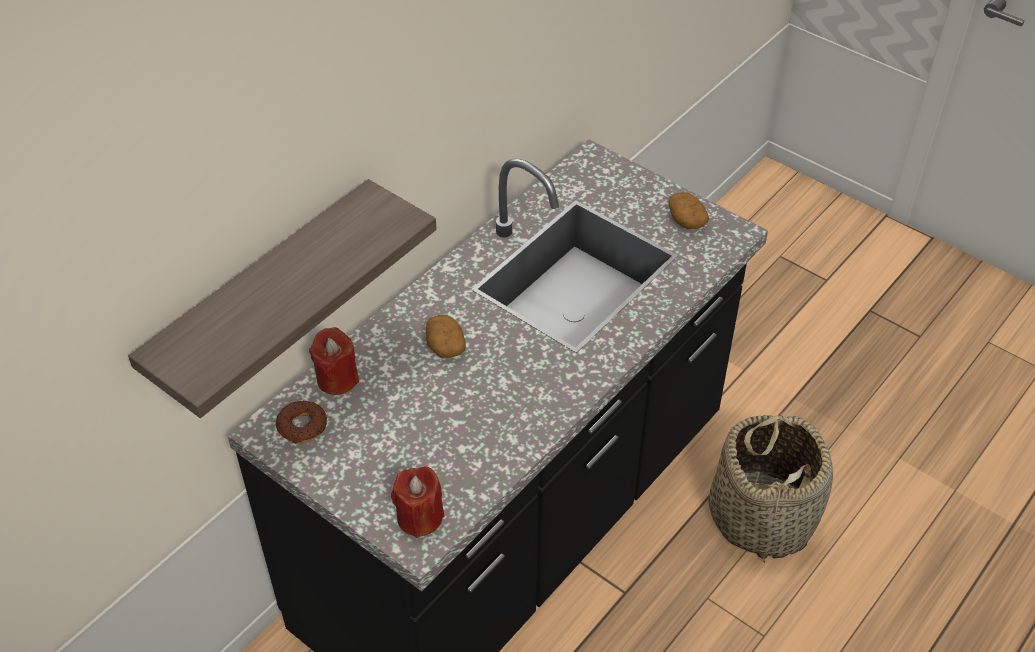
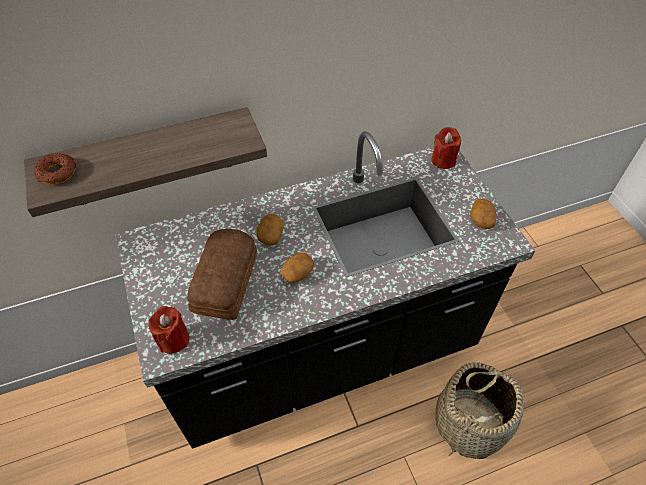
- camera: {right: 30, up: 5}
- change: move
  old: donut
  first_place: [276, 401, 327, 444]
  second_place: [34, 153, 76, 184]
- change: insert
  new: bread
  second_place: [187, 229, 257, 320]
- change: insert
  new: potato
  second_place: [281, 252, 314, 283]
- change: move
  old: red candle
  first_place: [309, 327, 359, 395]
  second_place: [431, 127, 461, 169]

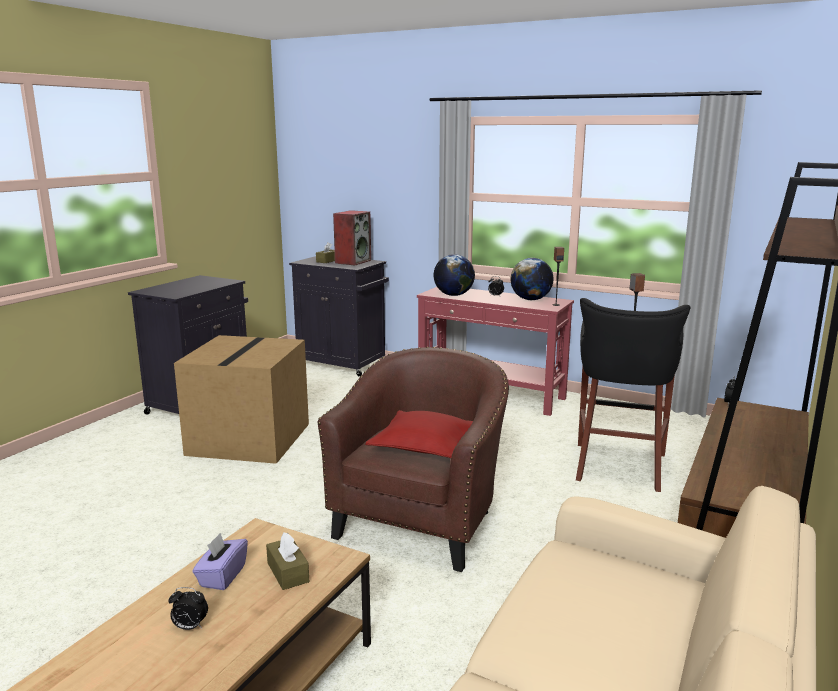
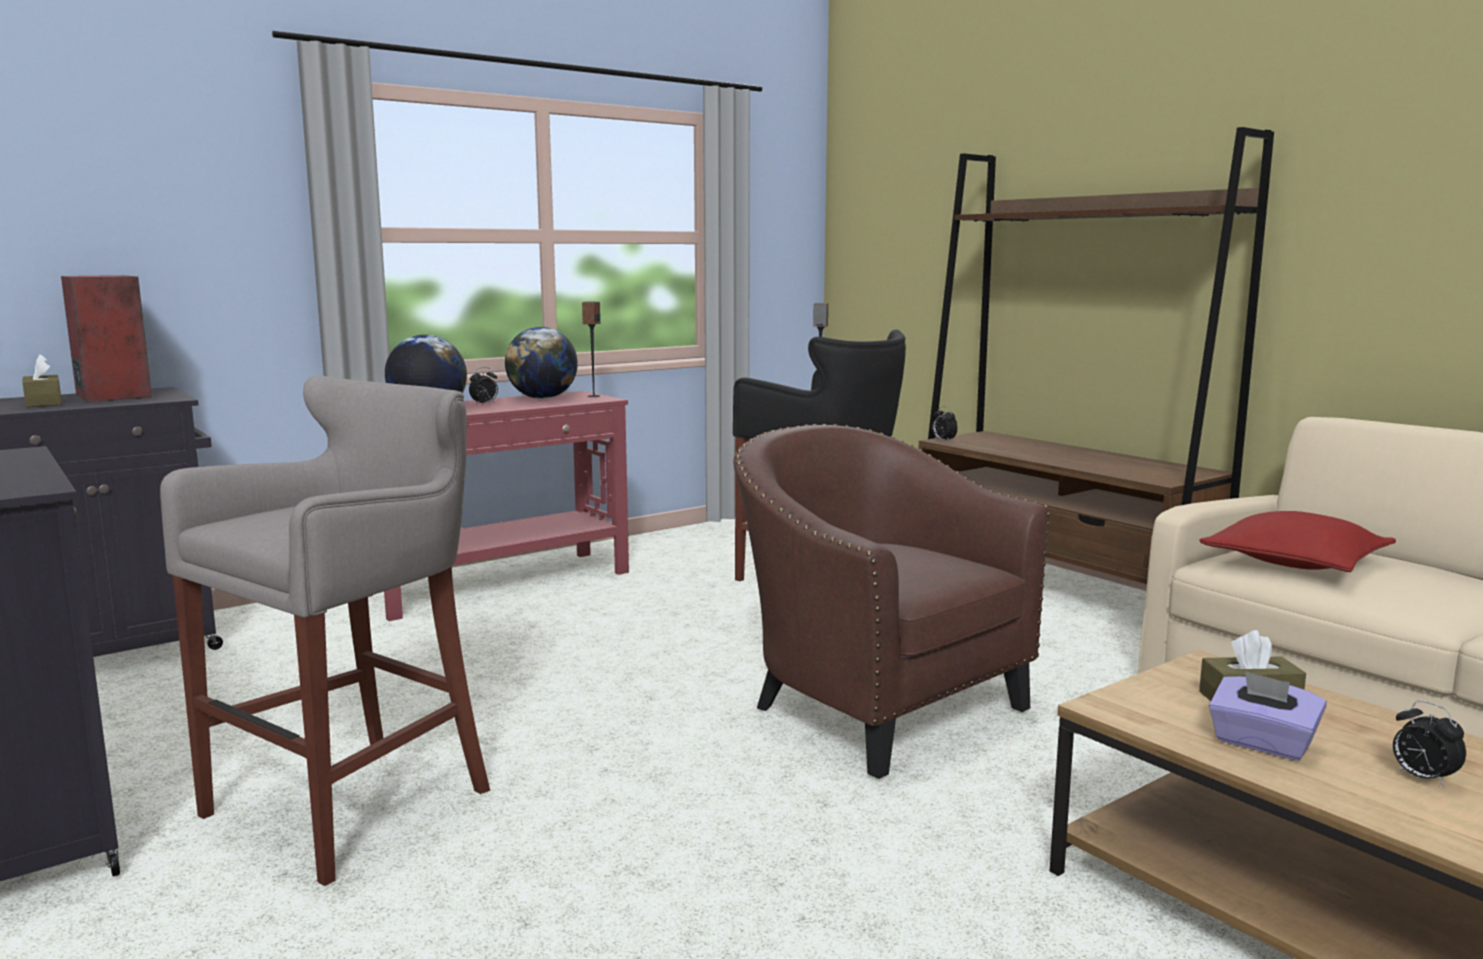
- camera: {right: -65, up: -5}
- change: replace
  old: cardboard box
  new: grey stool
  first_place: [174, 335, 309, 464]
  second_place: [160, 376, 490, 886]
- change: move
  old: red pillow
  first_place: [365, 410, 473, 458]
  second_place: [1199, 511, 1396, 572]
- change: rotate
  old: alarm clock
  first_place: [168, 587, 208, 630]
  second_place: [1393, 701, 1466, 788]
  degrees: 120

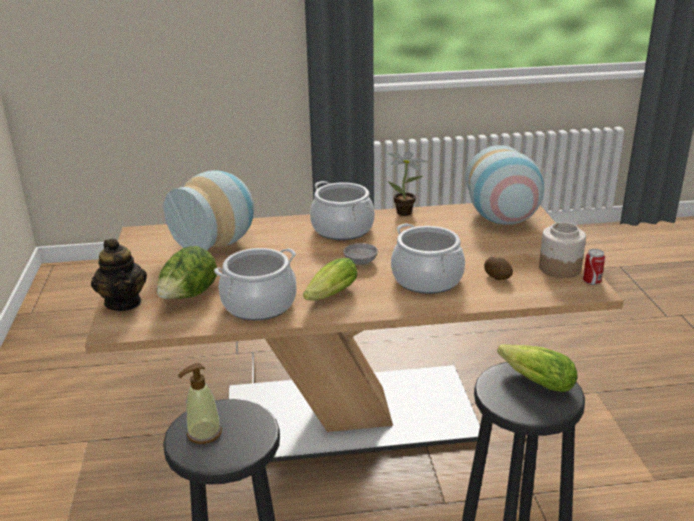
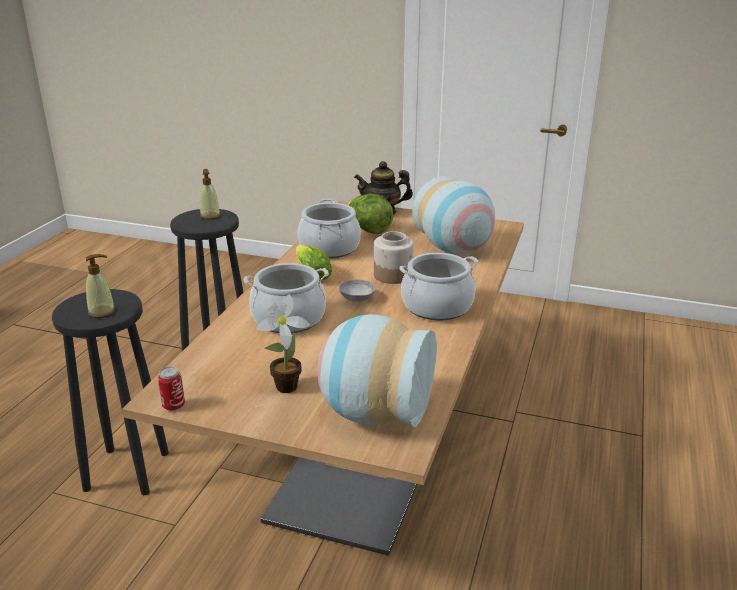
- camera: {right: 115, up: 0}
- change: replace
  old: lettuce
  new: soap dispenser
  first_place: [497, 344, 577, 392]
  second_place: [86, 254, 116, 318]
- change: move
  old: potted plant
  first_place: [388, 152, 427, 216]
  second_place: [256, 294, 310, 393]
- change: move
  old: jar
  first_place: [539, 222, 586, 278]
  second_place: [374, 231, 414, 284]
- change: delete
  old: potato
  first_place: [484, 257, 513, 280]

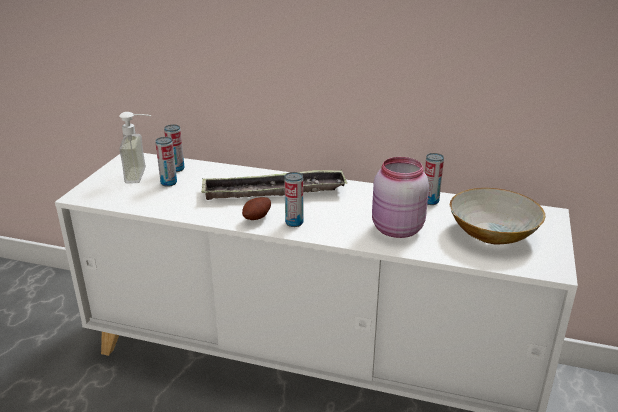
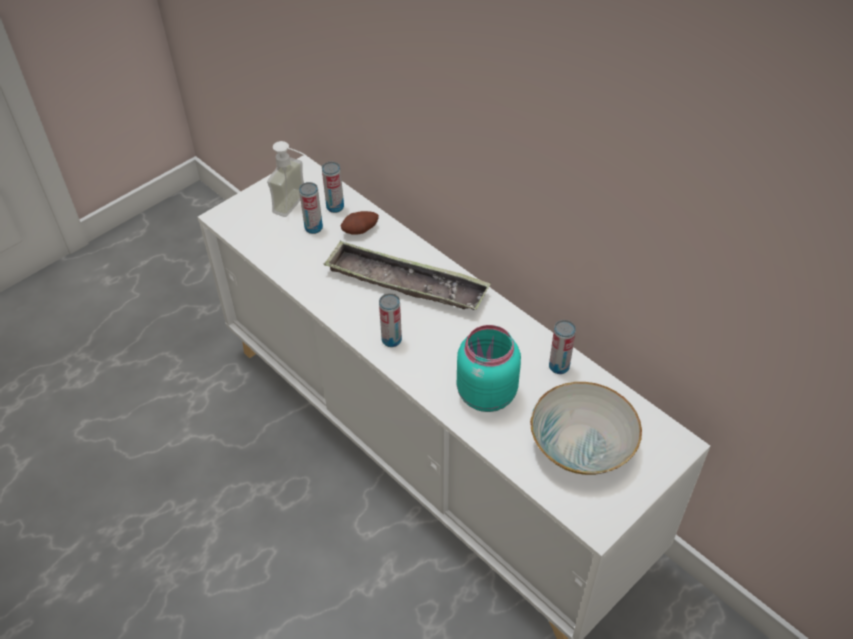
- camera: {right: 30, up: 20}
- change: move
  old: potato
  first_place: [242, 197, 271, 220]
  second_place: [341, 211, 379, 235]
- change: recolor
  old: pink jar
  new: turquoise jar
  first_place: [372, 157, 429, 238]
  second_place: [457, 325, 521, 412]

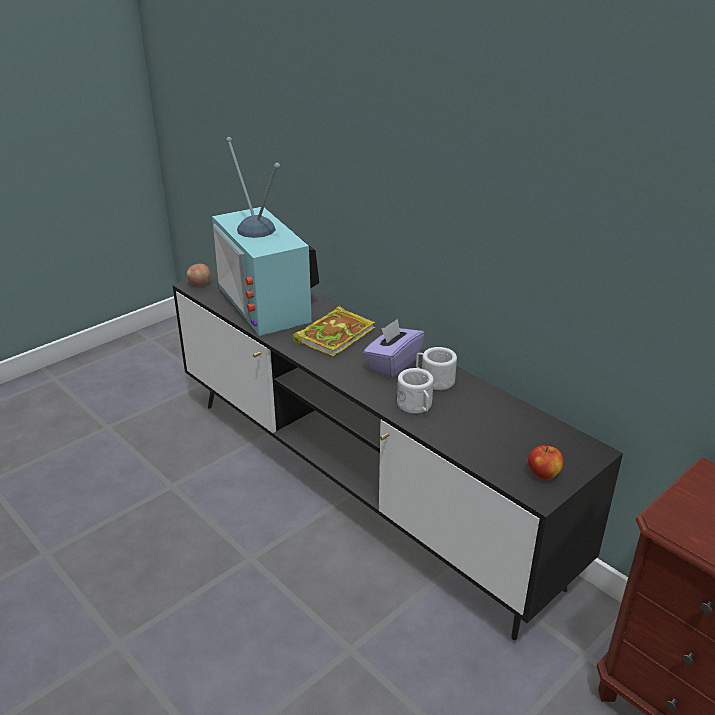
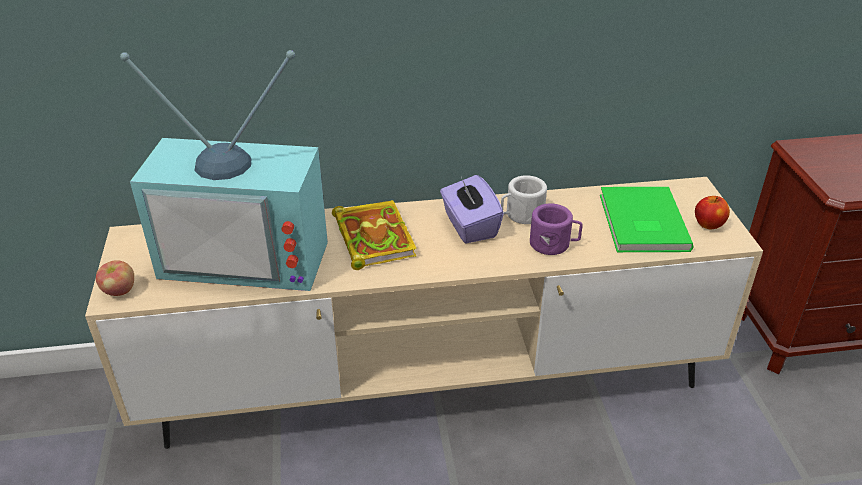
- camera: {right: -55, up: 5}
- change: recolor
  old: black tv stand
  new: beige tv stand
  first_place: [172, 269, 623, 640]
  second_place: [85, 177, 763, 449]
- change: recolor
  old: white mug
  new: purple mug
  first_place: [397, 368, 434, 413]
  second_place: [530, 203, 583, 255]
- change: insert
  new: green book
  second_place: [600, 187, 693, 252]

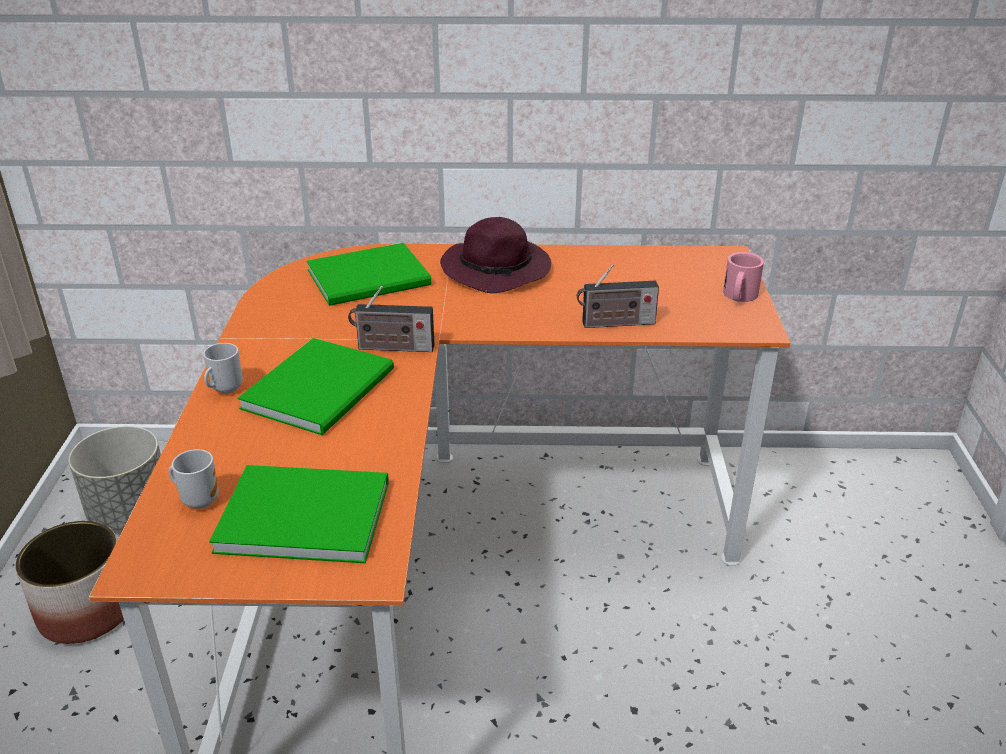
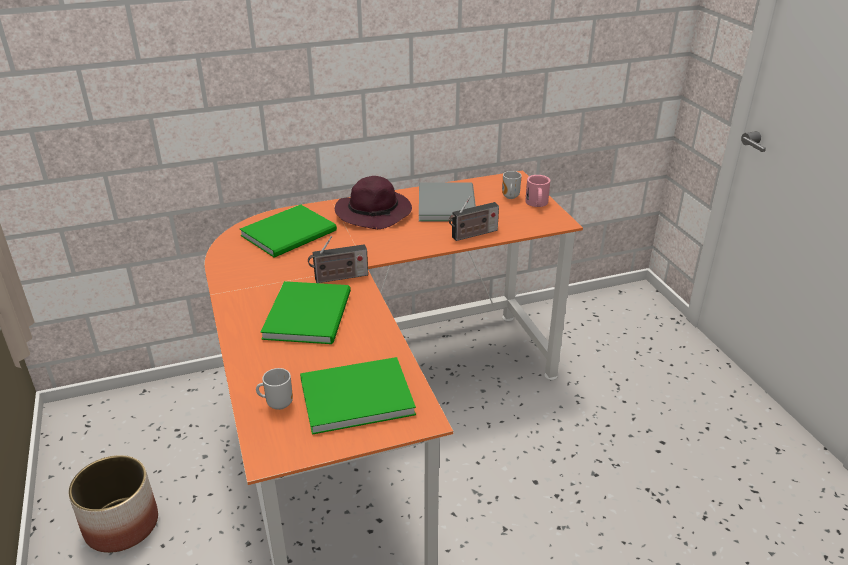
- camera: {right: -20, up: 0}
- change: insert
  new: grey book
  second_place: [419, 182, 476, 222]
- change: move
  old: mug
  first_place: [203, 343, 243, 394]
  second_place: [502, 171, 522, 199]
- change: delete
  old: grey planter
  first_place: [69, 426, 161, 530]

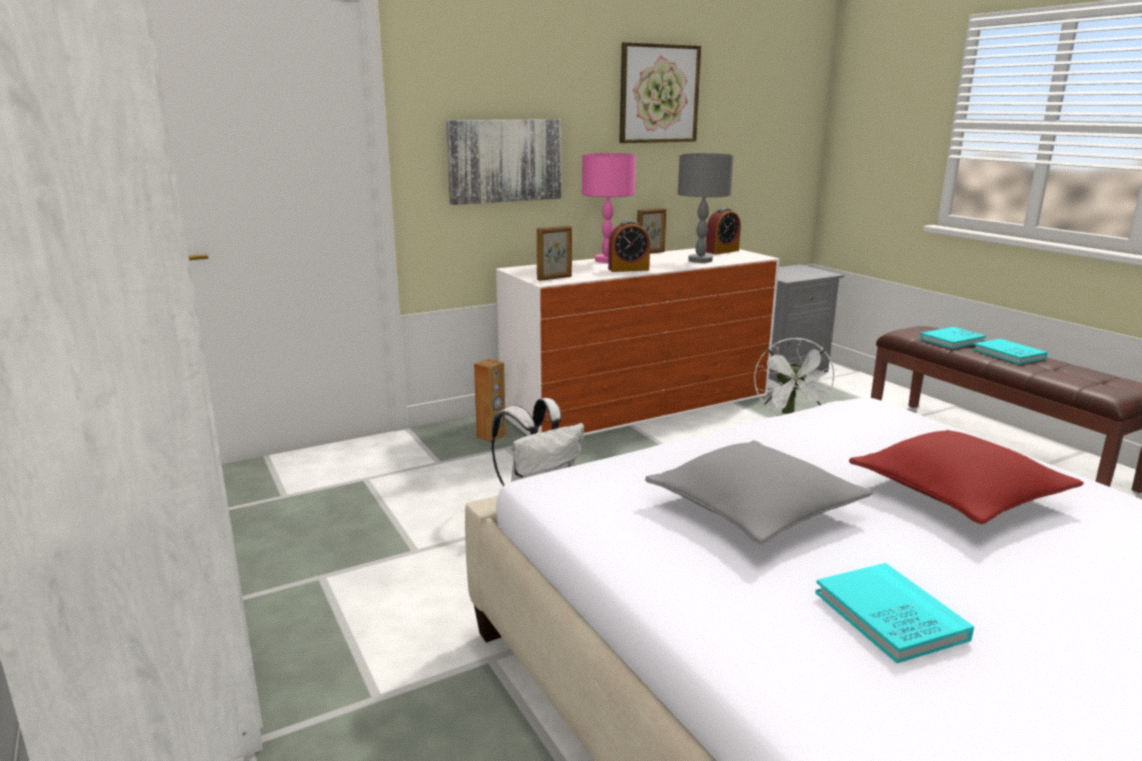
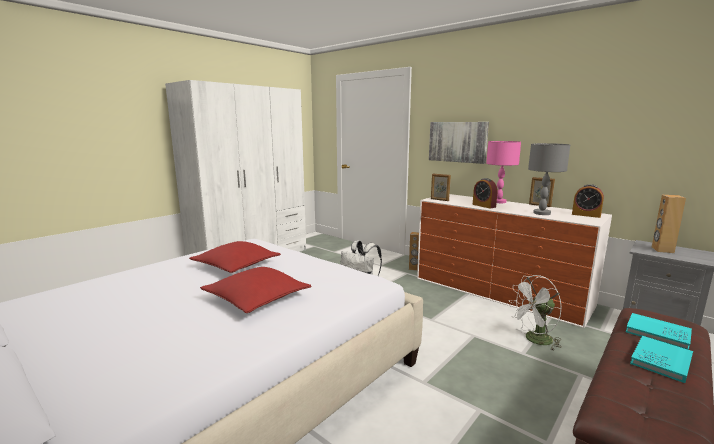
- camera: {right: 70, up: -5}
- change: recolor
  old: grey pillow
  new: red pillow
  first_place: [645, 440, 873, 544]
  second_place: [190, 241, 281, 273]
- change: insert
  new: brown speaker
  second_place: [652, 195, 686, 253]
- change: delete
  old: picture
  first_place: [619, 42, 701, 143]
- change: delete
  old: turquoise book
  first_place: [815, 563, 974, 663]

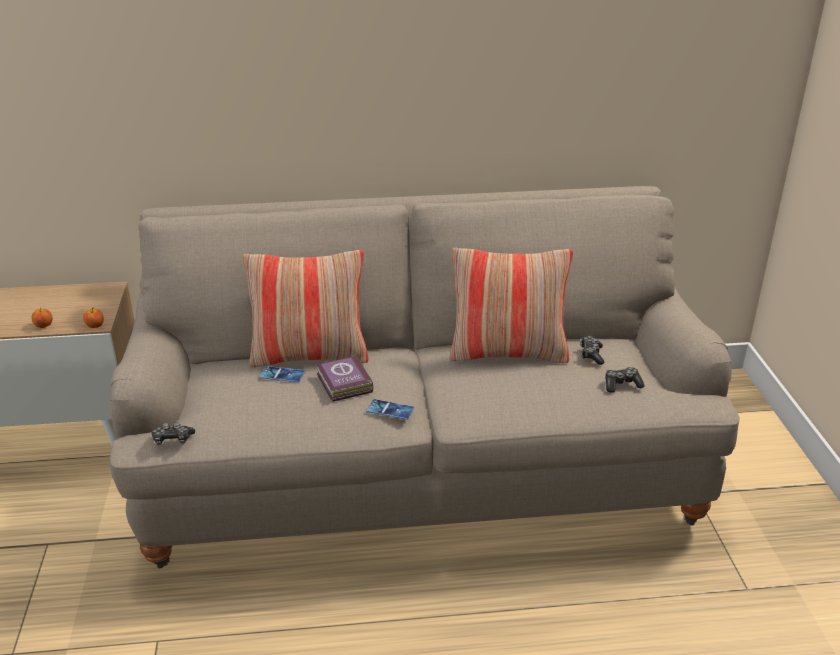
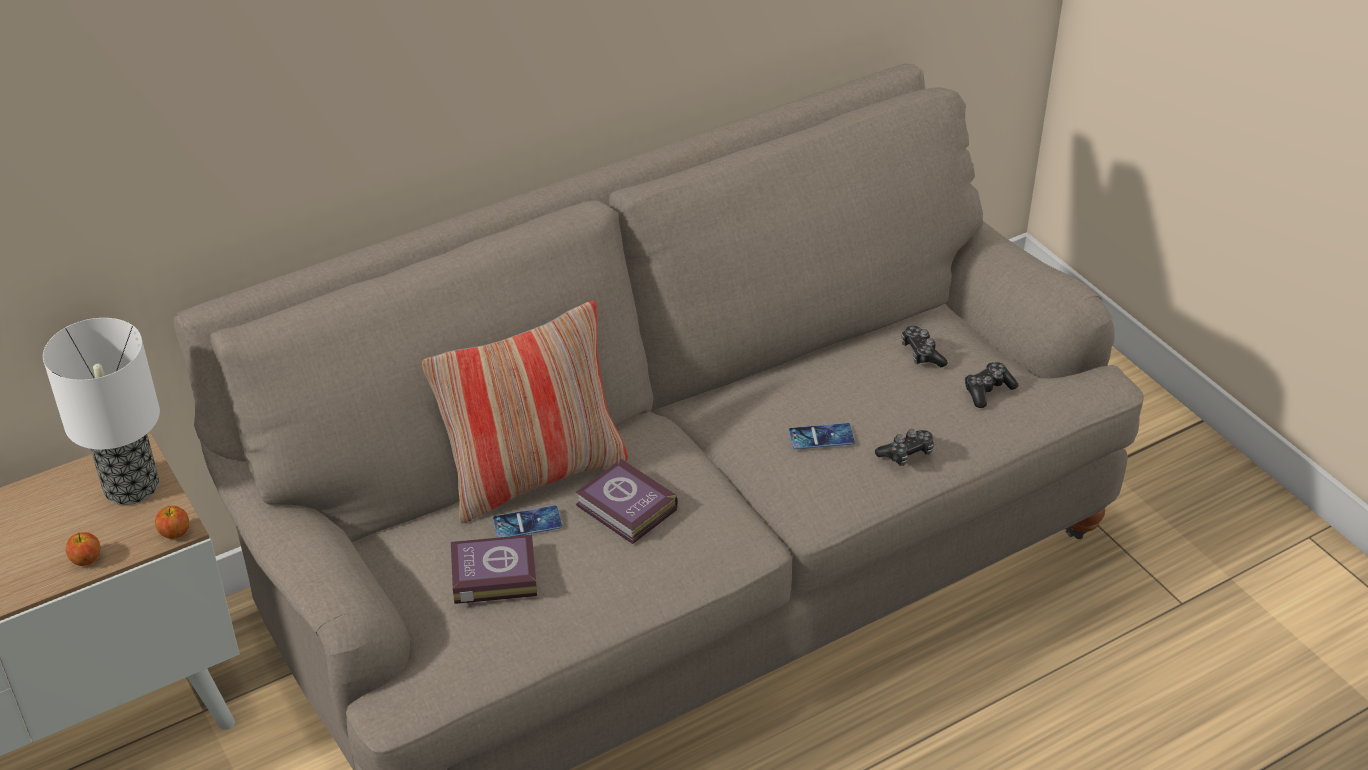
- camera: {right: -25, up: 10}
- change: insert
  new: table lamp
  second_place: [43, 318, 160, 505]
- change: insert
  new: book
  second_place: [451, 535, 537, 604]
- change: move
  old: phone
  first_place: [367, 399, 414, 419]
  second_place: [789, 423, 855, 449]
- change: move
  old: game controller
  first_place: [152, 422, 195, 445]
  second_place: [875, 429, 934, 466]
- change: delete
  old: pillow
  first_place: [449, 248, 573, 363]

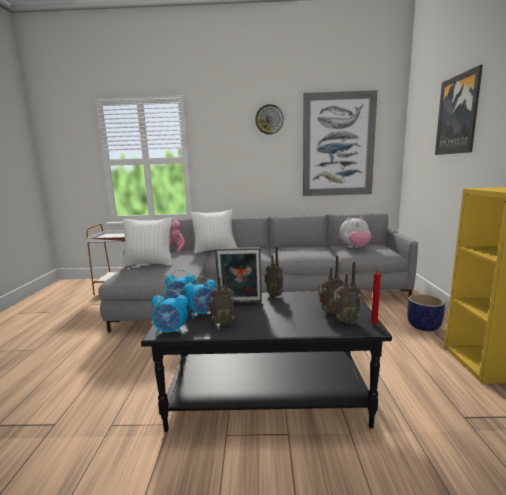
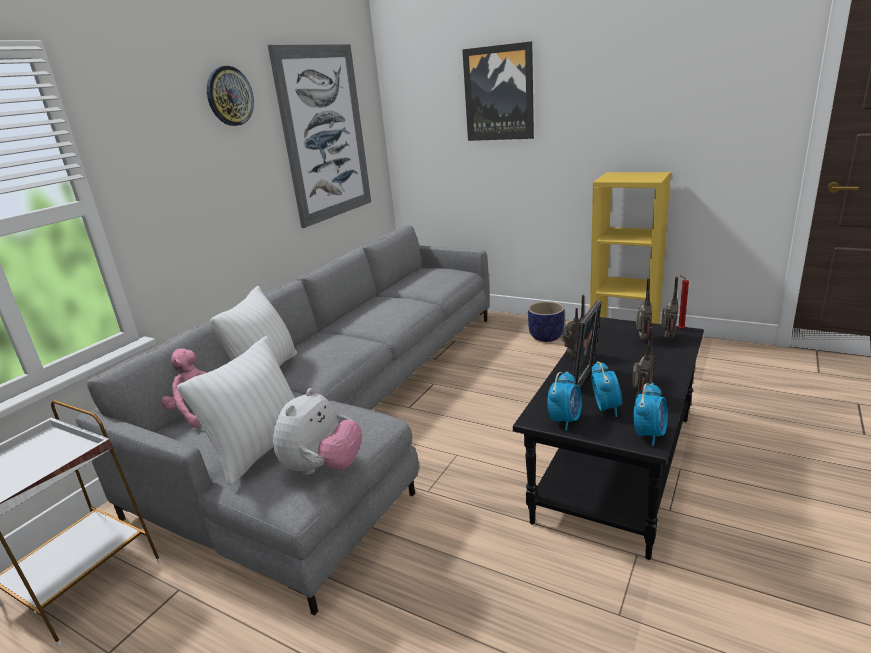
- camera: {right: -60, up: 10}
- change: move
  old: plush toy
  first_place: [340, 217, 371, 248]
  second_place: [273, 388, 362, 475]

